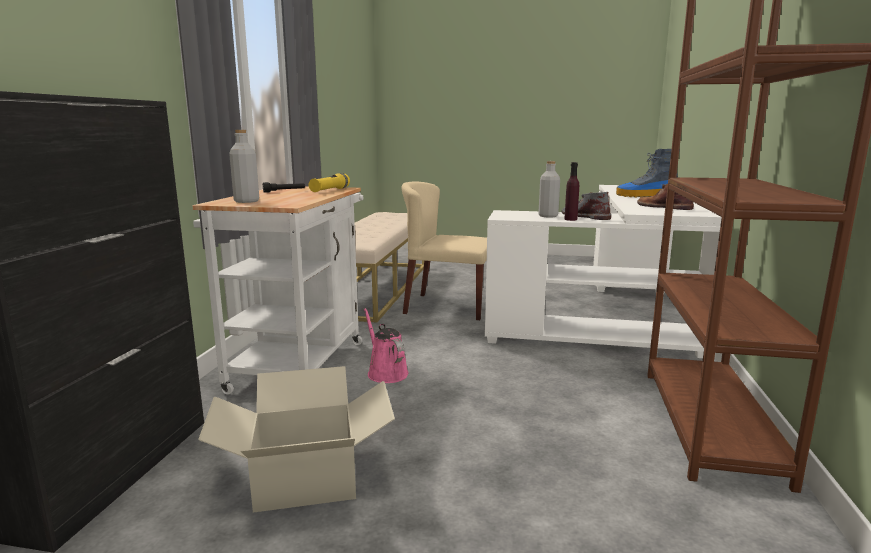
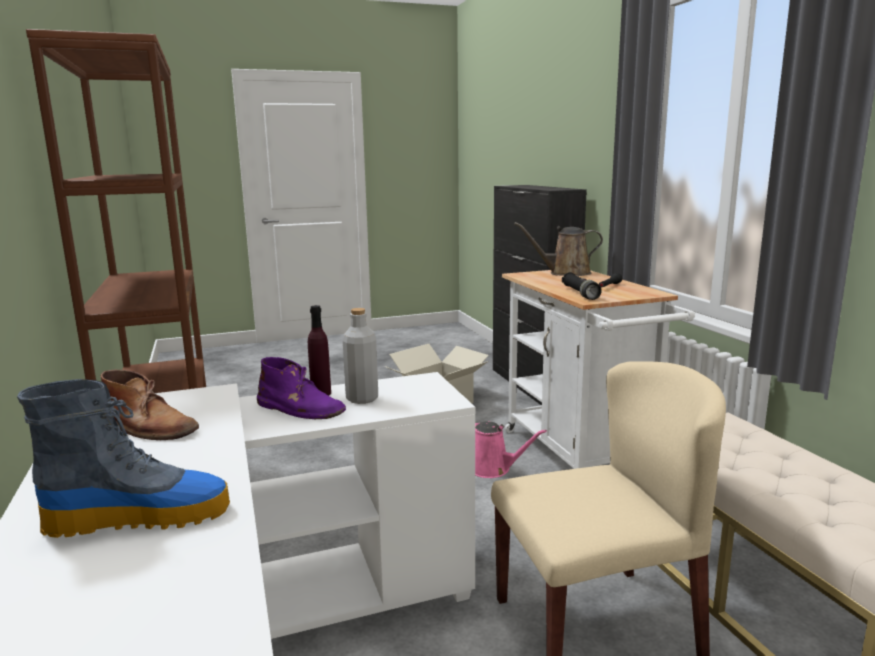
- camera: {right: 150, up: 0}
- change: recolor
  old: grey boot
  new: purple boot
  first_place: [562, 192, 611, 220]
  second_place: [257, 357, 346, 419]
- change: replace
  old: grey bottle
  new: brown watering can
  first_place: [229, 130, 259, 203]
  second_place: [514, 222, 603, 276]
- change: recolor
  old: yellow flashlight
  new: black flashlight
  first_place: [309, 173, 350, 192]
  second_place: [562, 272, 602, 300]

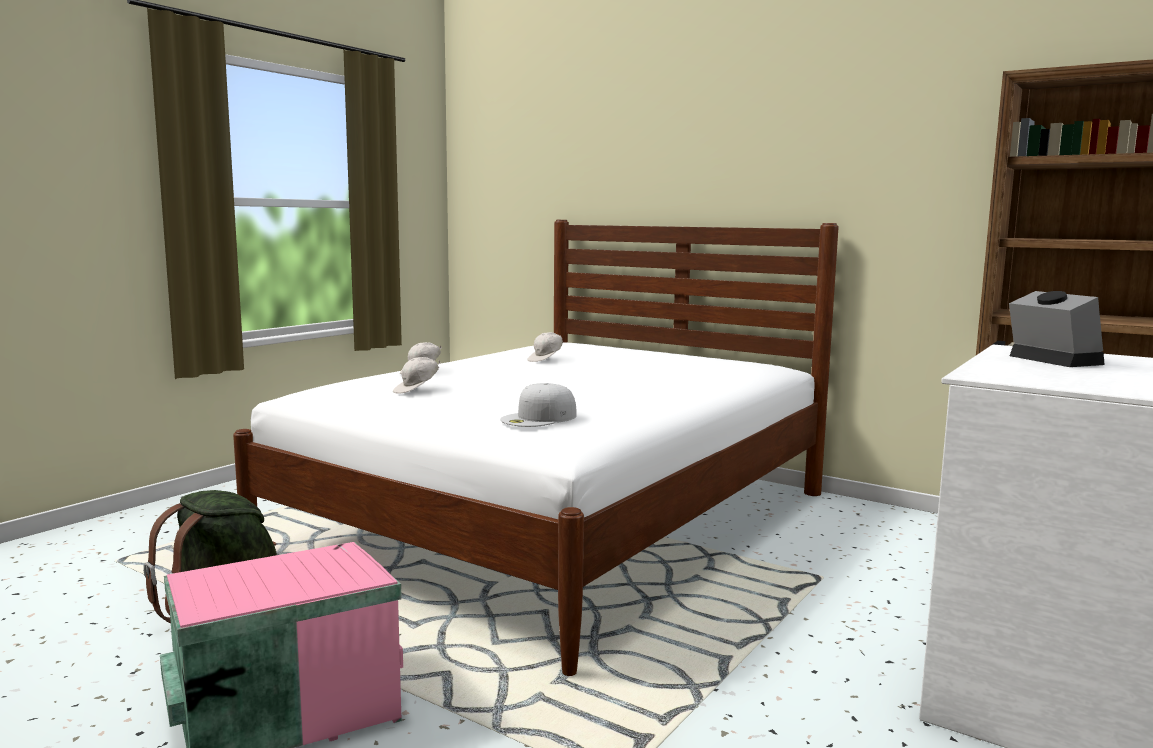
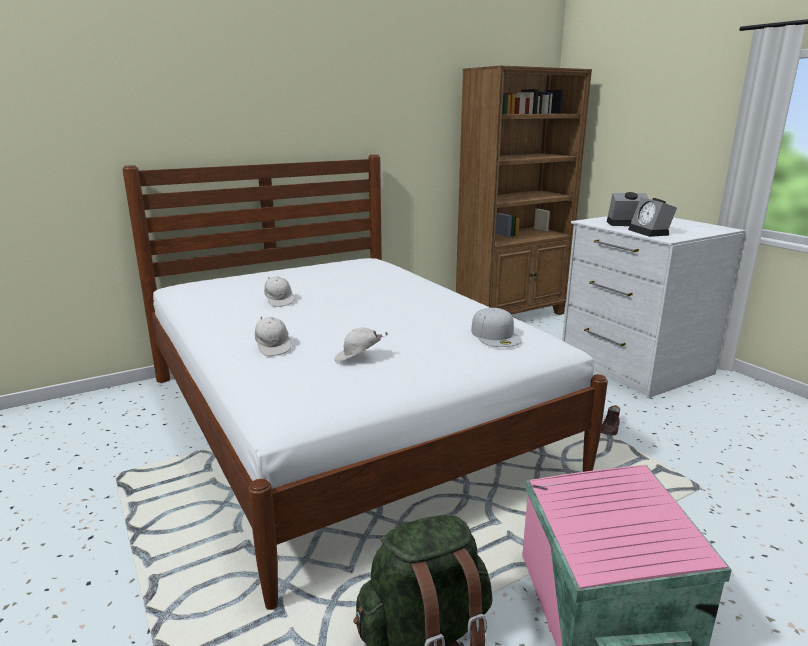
- camera: {right: -65, up: 10}
- change: rotate
  old: white cap
  first_place: [393, 357, 440, 394]
  second_place: [335, 327, 388, 362]
  degrees: 105
- change: insert
  new: brown shoe
  second_place: [601, 405, 620, 436]
- change: insert
  new: alarm clock
  second_place: [628, 197, 677, 237]

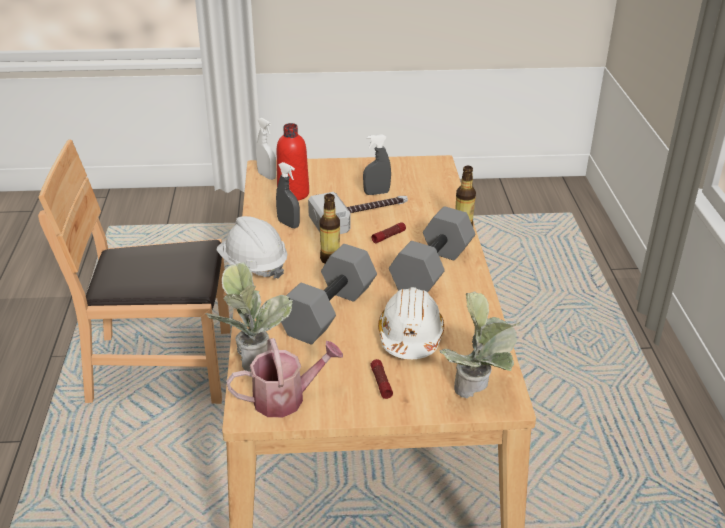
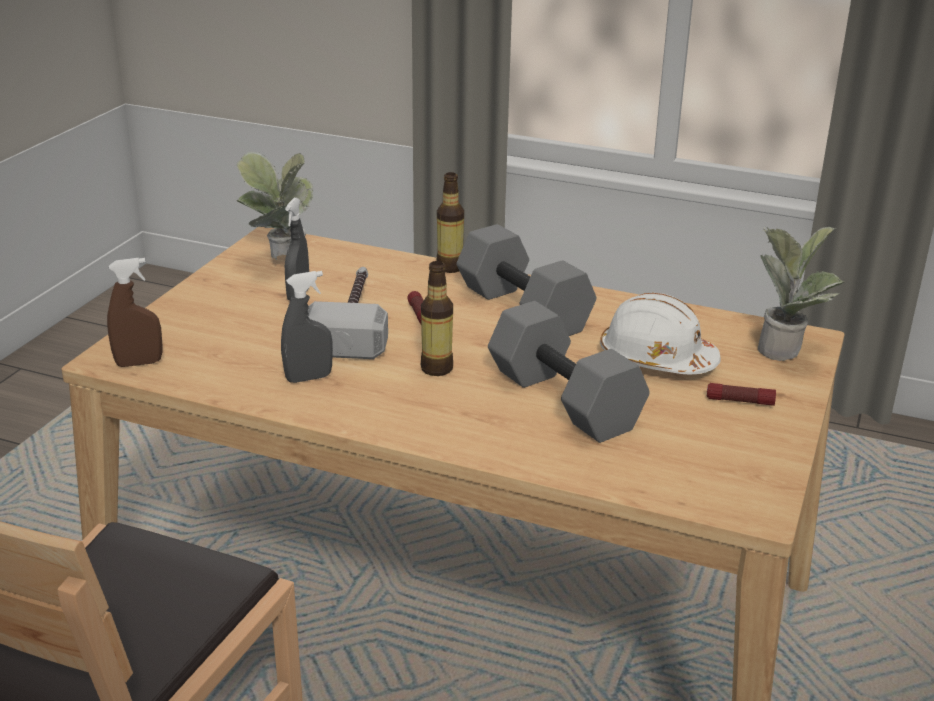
- camera: {right: -65, up: -5}
- change: recolor
  old: white spray bottle
  new: brown spray bottle
  first_place: [256, 118, 277, 180]
  second_place: [107, 258, 162, 367]
- change: move
  old: potted plant
  first_place: [206, 263, 293, 372]
  second_place: [237, 152, 314, 260]
- change: delete
  old: white hard hat
  first_place: [216, 216, 287, 279]
- change: delete
  old: watering can
  first_place: [226, 338, 343, 417]
- change: delete
  old: red bottle
  first_place: [277, 123, 309, 201]

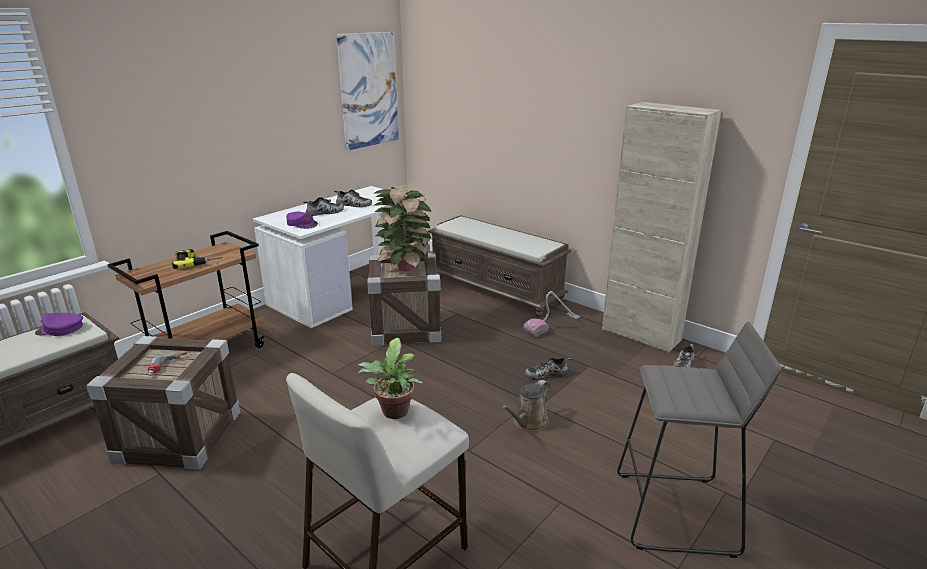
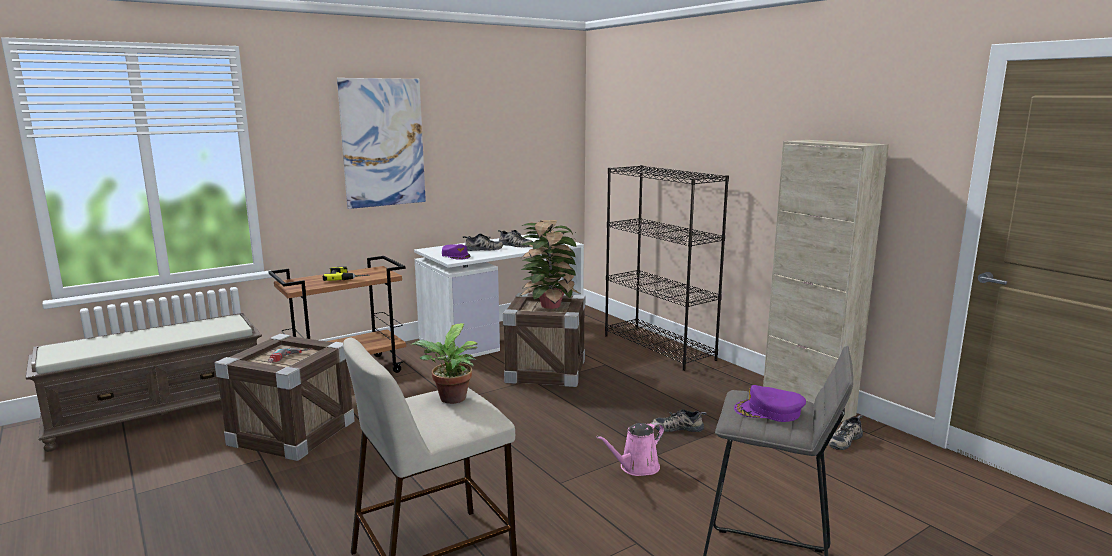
- camera: {right: 15, up: -10}
- change: move
  old: picture
  first_place: [337, 32, 399, 151]
  second_place: [337, 78, 426, 209]
- change: recolor
  old: brown watering can
  new: pink watering can
  first_place: [502, 380, 549, 431]
  second_place: [596, 422, 664, 476]
- change: replace
  old: brown bench
  new: black bookcase
  first_place: [428, 215, 572, 317]
  second_place: [605, 165, 729, 371]
- change: move
  old: purple cap
  first_place: [35, 313, 83, 336]
  second_place: [734, 385, 806, 422]
- change: delete
  old: vacuum cleaner
  first_place: [523, 291, 580, 337]

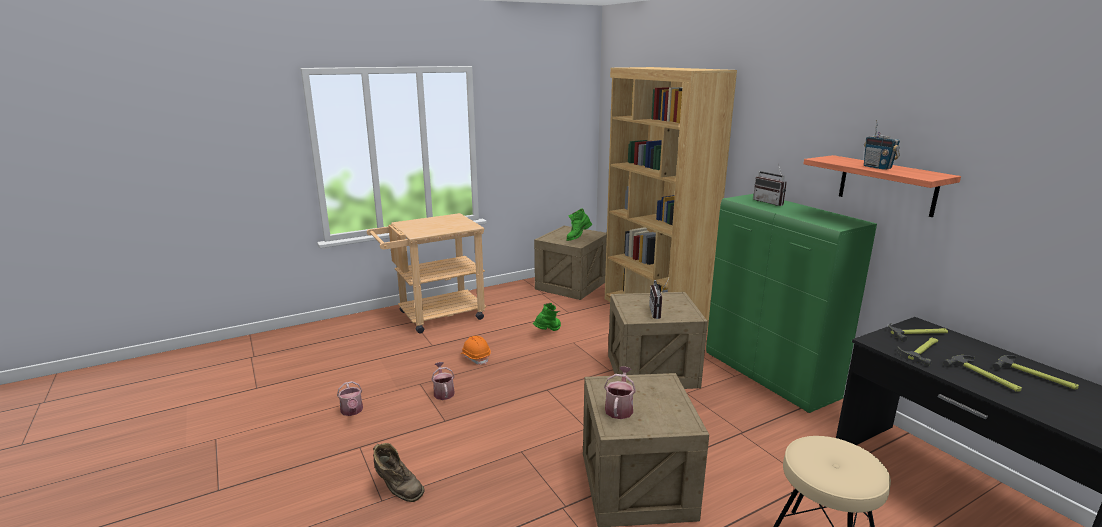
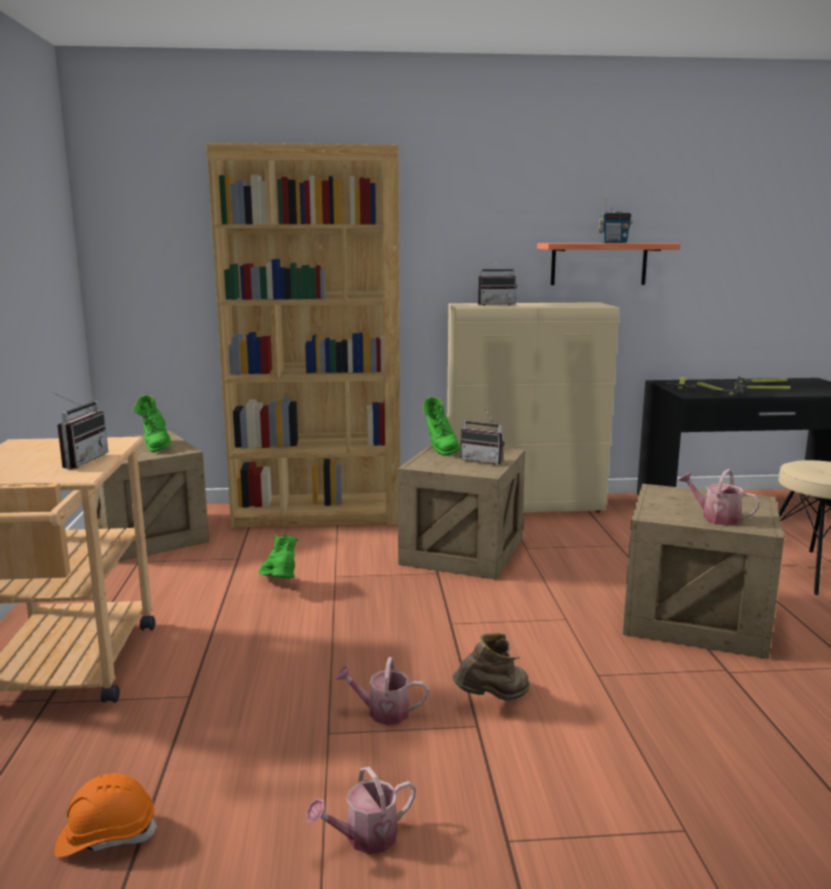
- camera: {right: -65, up: -5}
- change: insert
  new: radio
  second_place: [52, 392, 108, 469]
- change: move
  old: orange hard hat
  first_place: [461, 336, 491, 365]
  second_place: [54, 773, 158, 858]
- change: rotate
  old: watering can
  first_place: [337, 381, 363, 416]
  second_place: [306, 766, 416, 854]
  degrees: 150
- change: insert
  new: green boot
  second_place: [422, 396, 460, 456]
- change: recolor
  old: green cabinet
  new: beige cabinet
  first_place: [706, 194, 877, 413]
  second_place: [447, 302, 619, 513]
- change: move
  old: brown boot
  first_place: [373, 443, 425, 502]
  second_place: [452, 633, 529, 701]

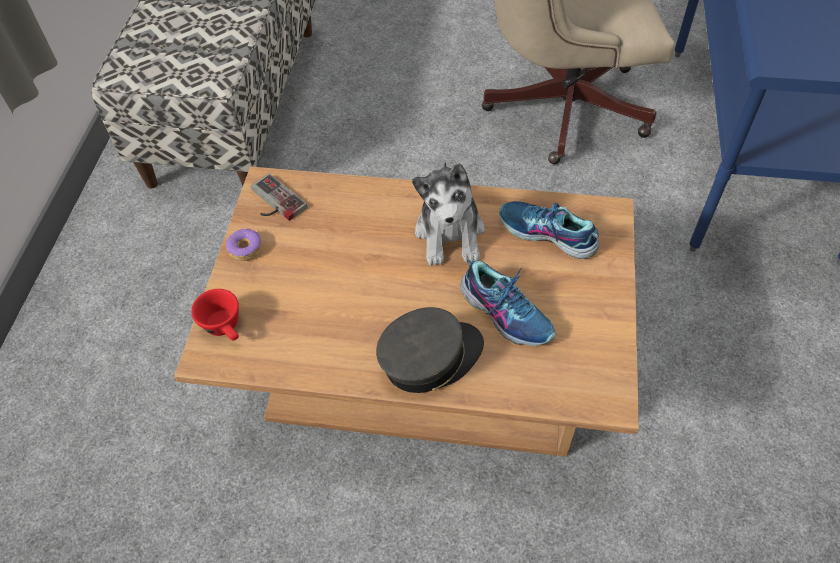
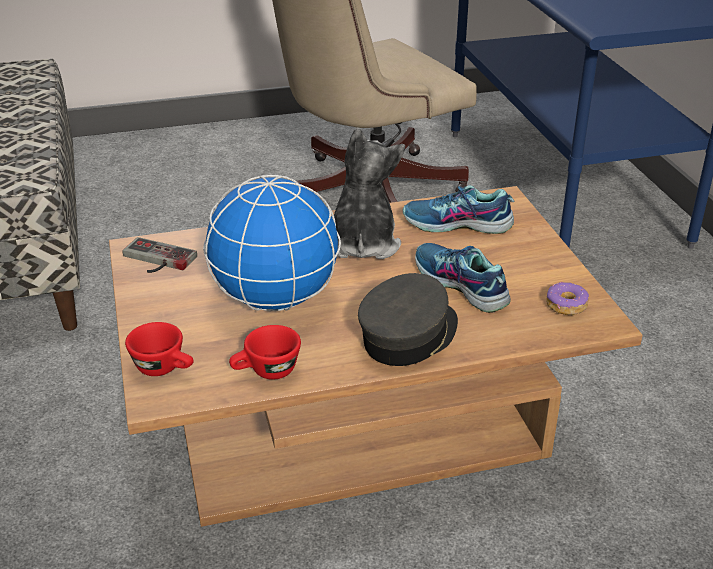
- camera: {right: -25, up: -20}
- change: insert
  new: globe
  second_place: [203, 175, 341, 311]
- change: insert
  new: red cup
  second_place: [229, 325, 301, 380]
- change: rotate
  old: plush toy
  first_place: [412, 162, 485, 265]
  second_place: [334, 128, 405, 259]
  degrees: -150
- change: rotate
  old: shoe
  first_place: [460, 260, 555, 346]
  second_place: [415, 243, 511, 313]
  degrees: -150
- change: move
  old: donut
  first_place: [226, 228, 262, 261]
  second_place: [546, 282, 589, 315]

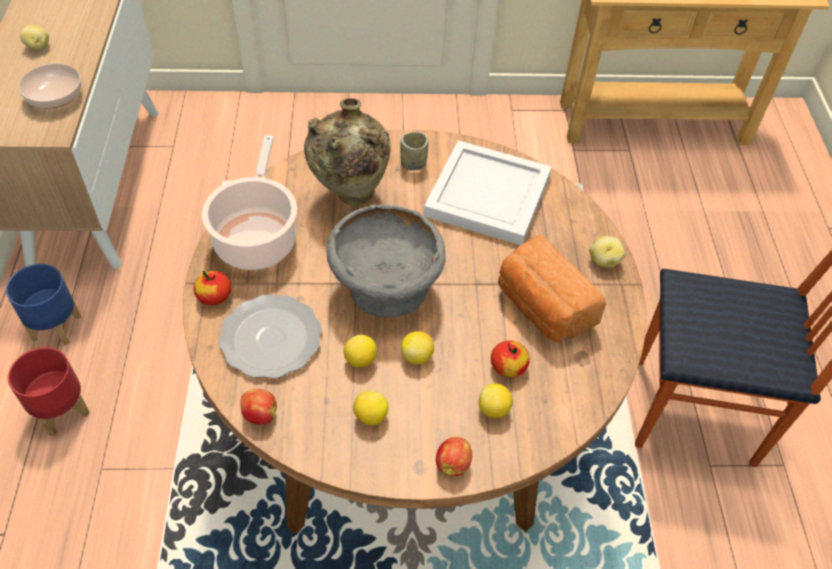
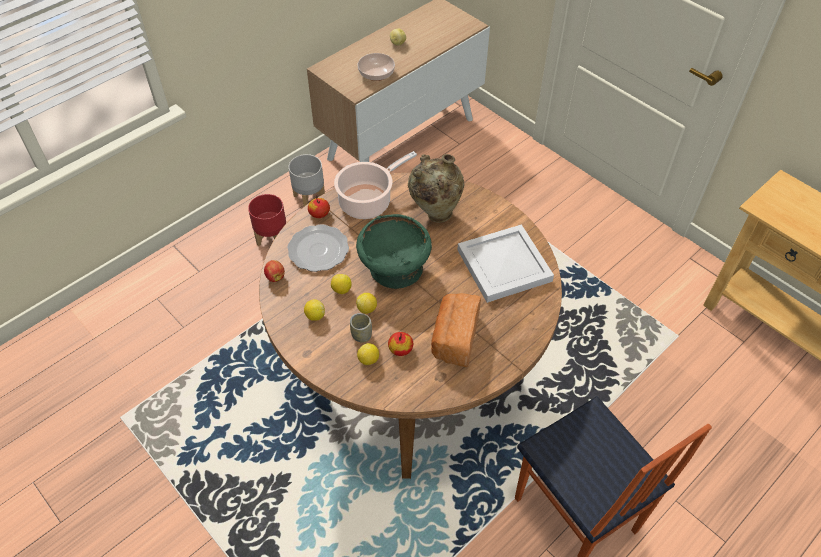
- camera: {right: 50, up: 0}
- change: recolor
  old: blue planter
  new: grey planter
  first_place: [6, 264, 81, 346]
  second_place: [289, 154, 325, 206]
- change: move
  old: cup
  first_place: [400, 132, 429, 170]
  second_place: [350, 313, 372, 343]
- change: recolor
  old: grey bowl
  new: green bowl
  first_place: [326, 204, 446, 317]
  second_place: [356, 214, 432, 289]
- change: delete
  old: apple
  first_place: [436, 437, 472, 476]
- change: delete
  old: potato
  first_place: [589, 236, 626, 268]

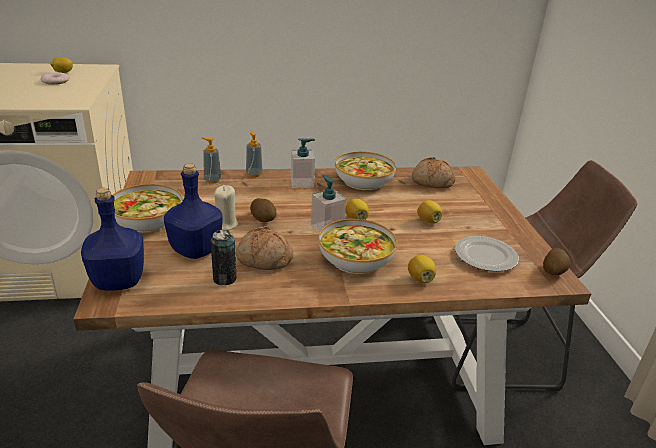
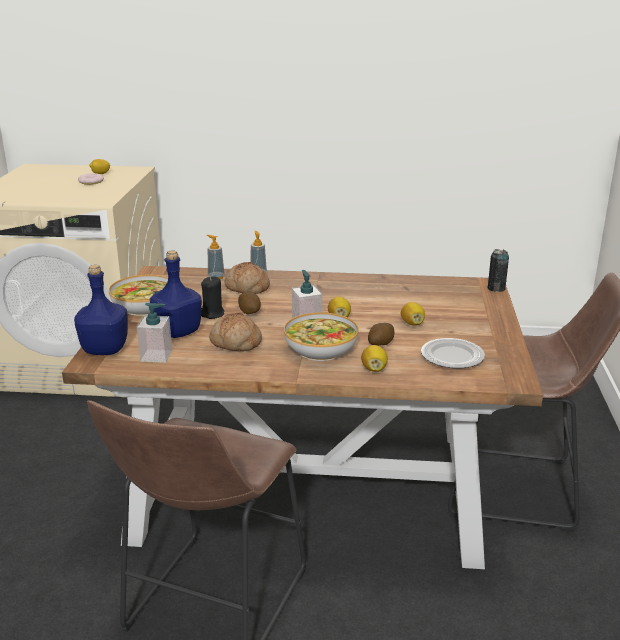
- camera: {right: 15, up: -5}
- change: move
  old: soap dispenser
  first_place: [291, 138, 315, 188]
  second_place: [137, 303, 172, 363]
- change: recolor
  old: beige candle
  new: black candle
  first_place: [214, 185, 238, 231]
  second_place: [201, 276, 224, 319]
- change: move
  old: bread
  first_place: [412, 157, 456, 188]
  second_place: [225, 262, 270, 294]
- change: move
  old: potato
  first_place: [543, 248, 571, 275]
  second_place: [368, 323, 395, 346]
- change: move
  old: can
  first_place: [211, 230, 237, 285]
  second_place: [488, 249, 509, 292]
- change: delete
  old: bowl
  first_place: [335, 151, 396, 190]

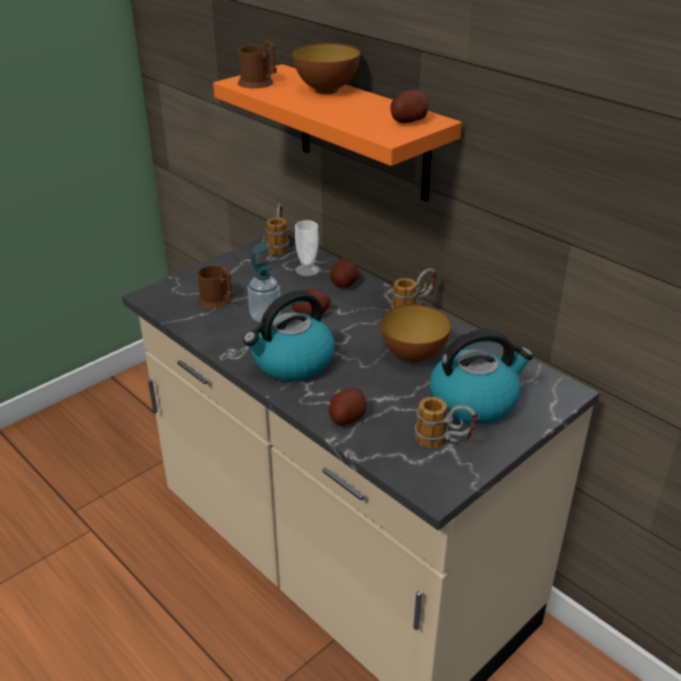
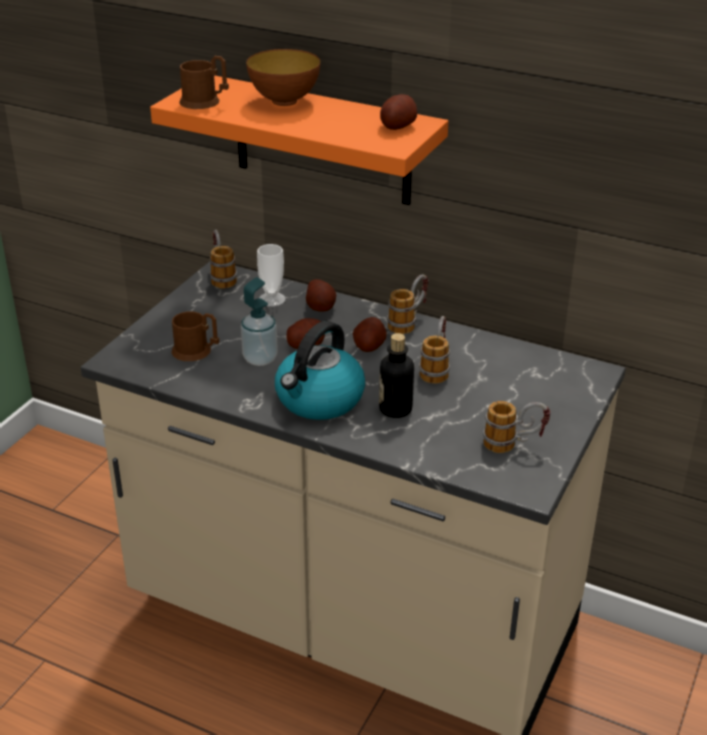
- camera: {right: -20, up: 0}
- change: move
  old: potato
  first_place: [329, 388, 366, 425]
  second_place: [353, 317, 387, 352]
- change: insert
  new: bottle
  second_place: [379, 333, 414, 418]
- change: replace
  old: bowl
  new: mug
  first_place: [380, 305, 451, 363]
  second_place: [419, 316, 450, 384]
- change: delete
  old: kettle
  first_place: [430, 329, 534, 424]

